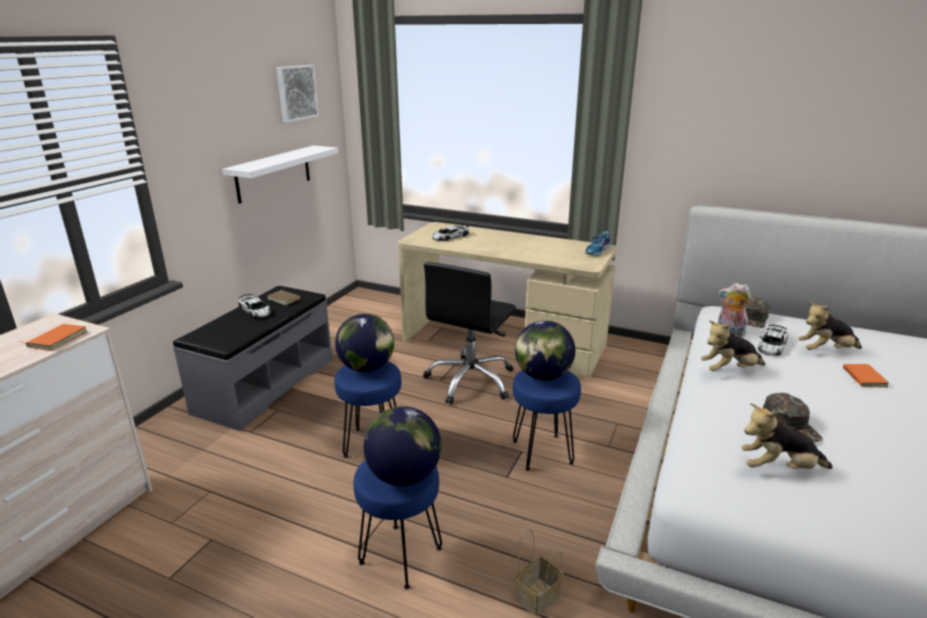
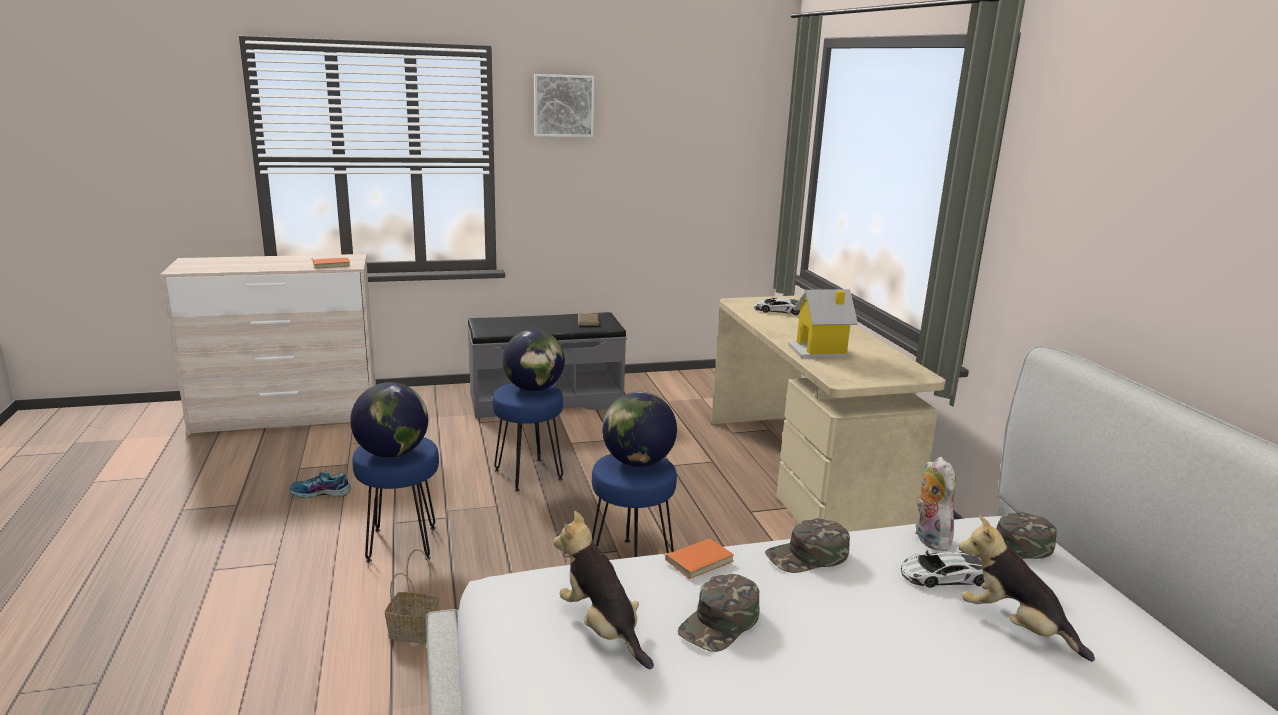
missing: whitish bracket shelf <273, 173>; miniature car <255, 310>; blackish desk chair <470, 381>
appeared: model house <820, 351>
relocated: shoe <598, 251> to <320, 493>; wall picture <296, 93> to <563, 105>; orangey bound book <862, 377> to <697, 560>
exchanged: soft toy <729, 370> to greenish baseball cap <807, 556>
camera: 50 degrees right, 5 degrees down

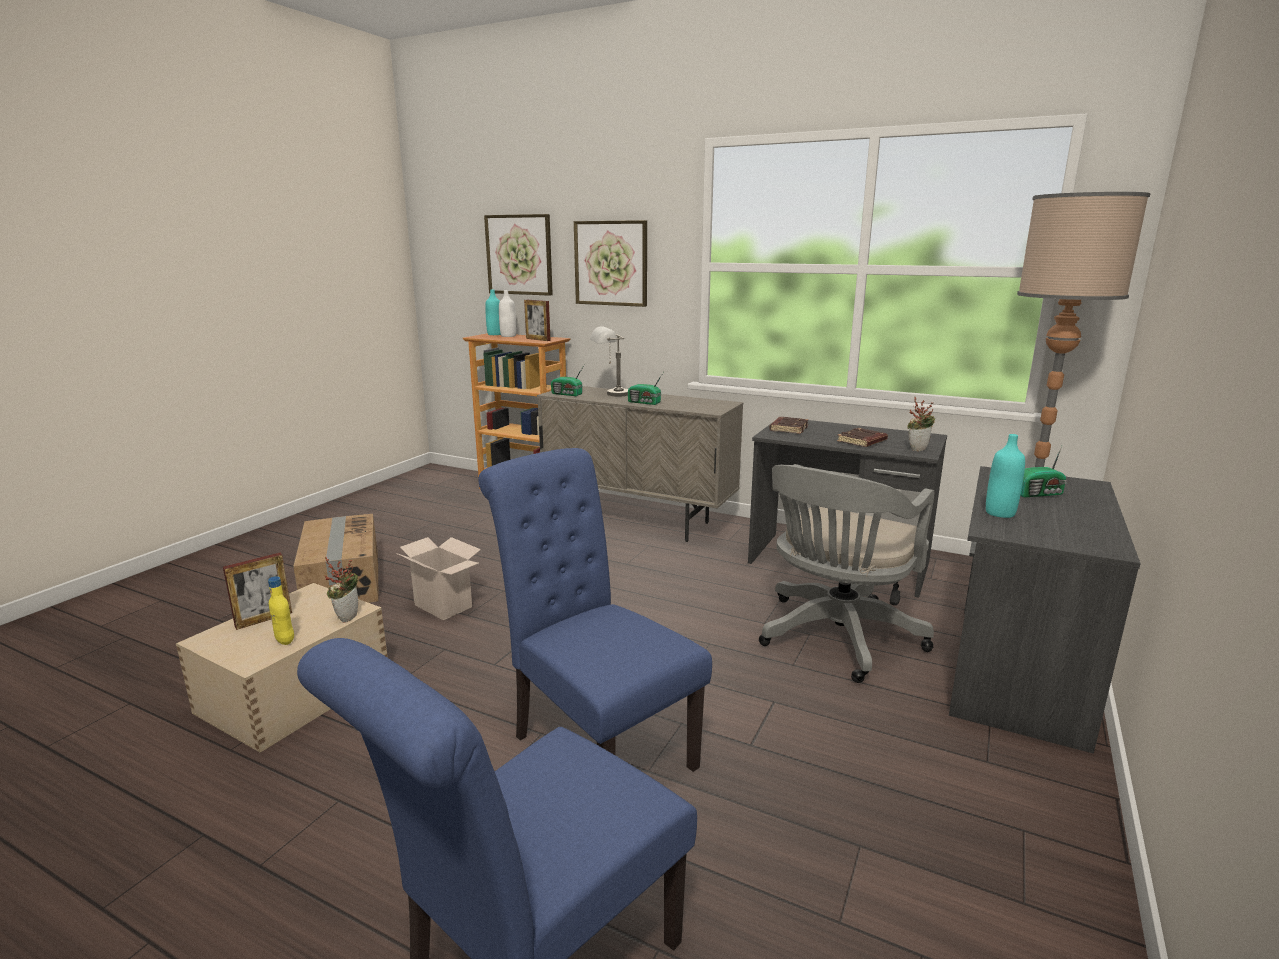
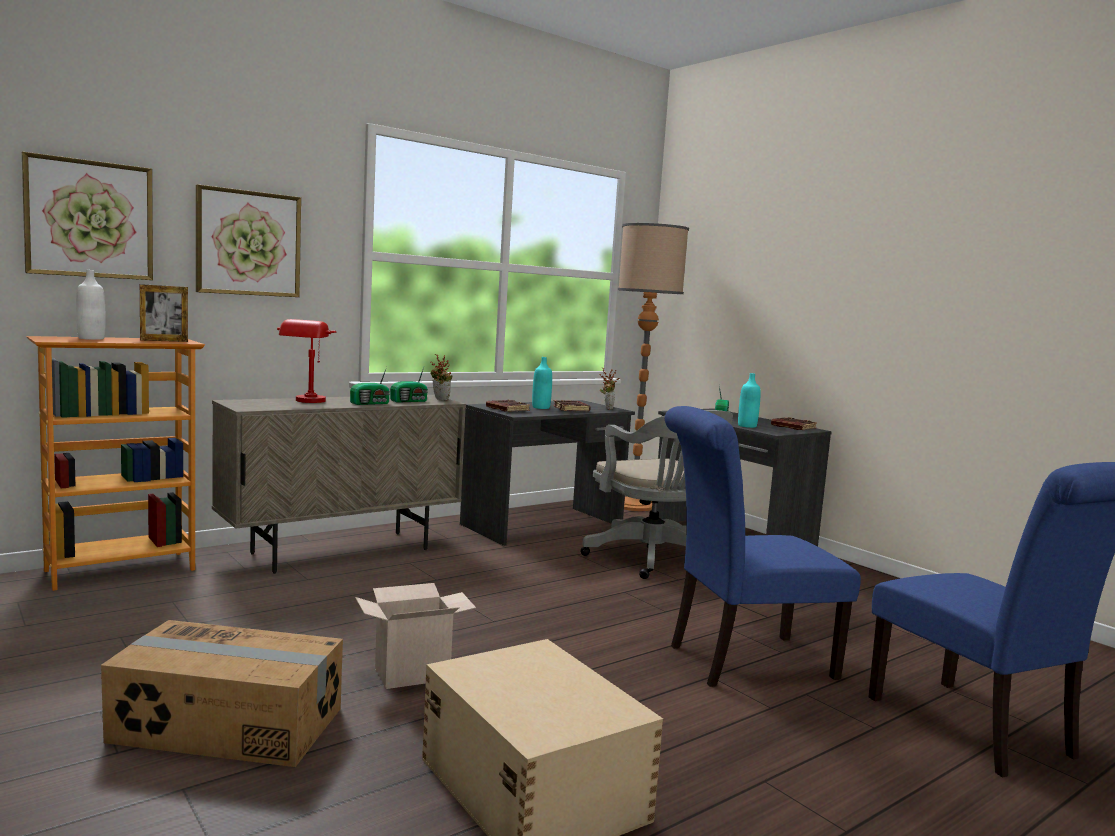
missing: picture frame <264, 620>; yellow drink bottle <285, 640>
appeared: brown-coloured bound book <792, 427>
relocated: radio set <567, 394> to <410, 401>; plant in a pot <347, 616> to <439, 399>; blue-green drink bottle <495, 334> to <541, 407>
colour: greyish table lamp <610, 394> to red-coloured table lamp <307, 402>
camera: 65 degrees left, 10 degrees down

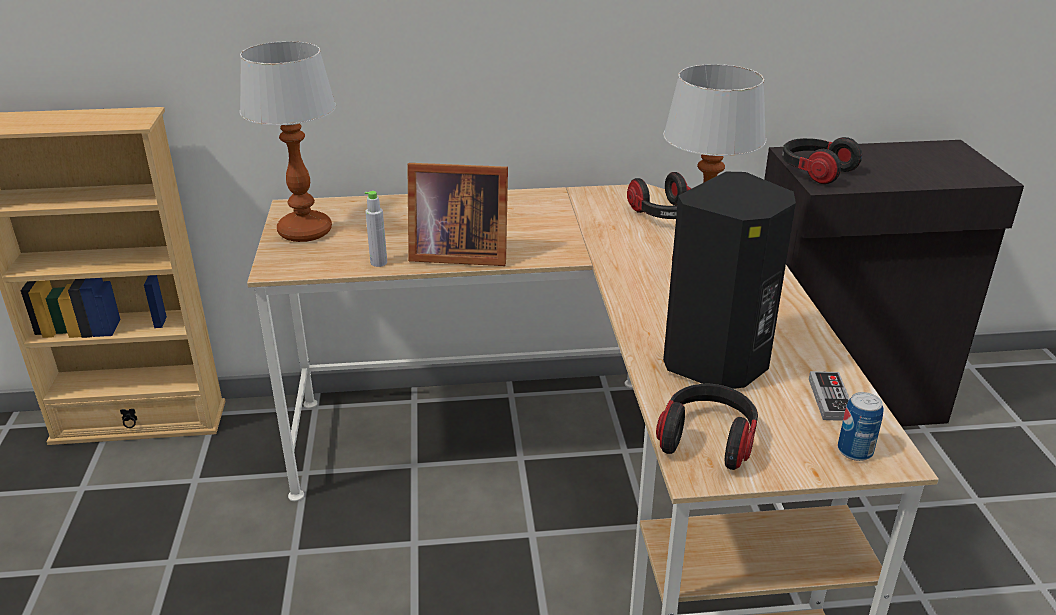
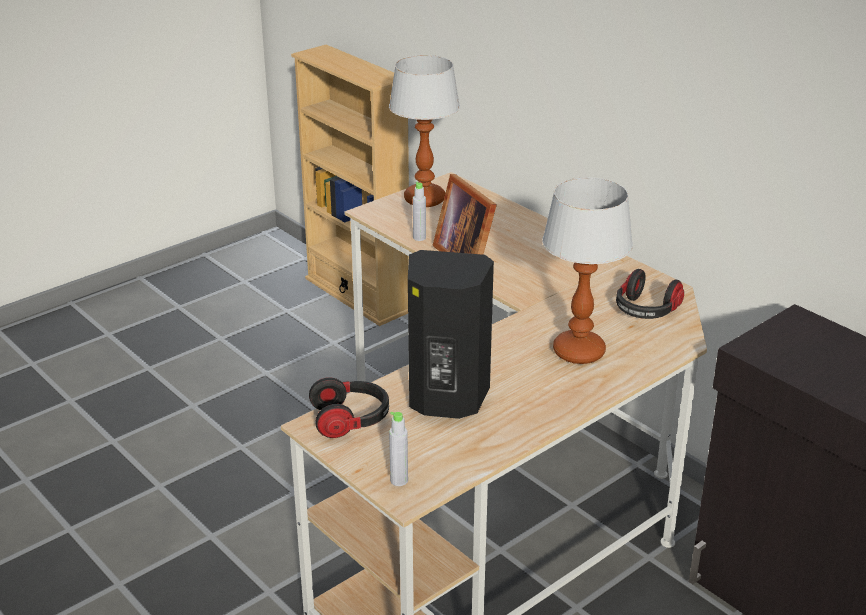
missing: pair of headphones <815, 172>; gamepad <830, 399>
exchanged: sealed can <855, 451> to greyish drink bottle <399, 480>
camera: 55 degrees right, 0 degrees up

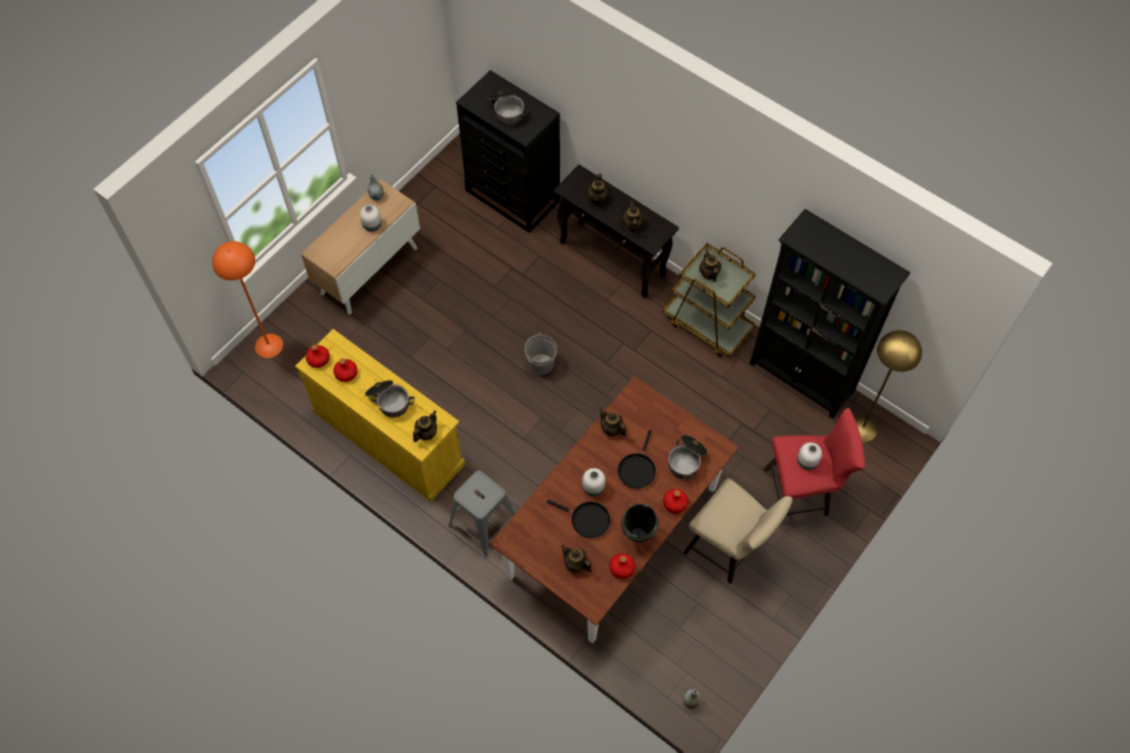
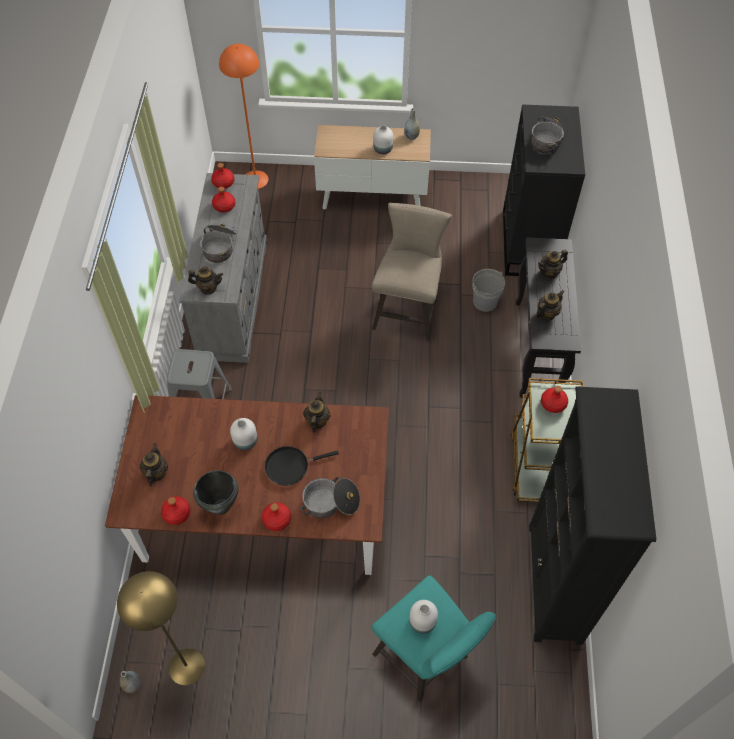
missing: blackish skillet <587, 520>; beige plain chair <728, 550>
appeared: beige stool <408, 310>
relocated: yellow standing lamp <862, 428> to <187, 666>; greyish bucket <541, 364> to <485, 302>
exchanged: pot for tea <708, 273> to red-coloured drink bottle <553, 404>
colour: yellow chest of drawers <387, 437> to greyish chest of drawers <233, 297>; red-coloured stool <801, 493> to blue-green stool <426, 659>
camera: 55 degrees right, 5 degrees down

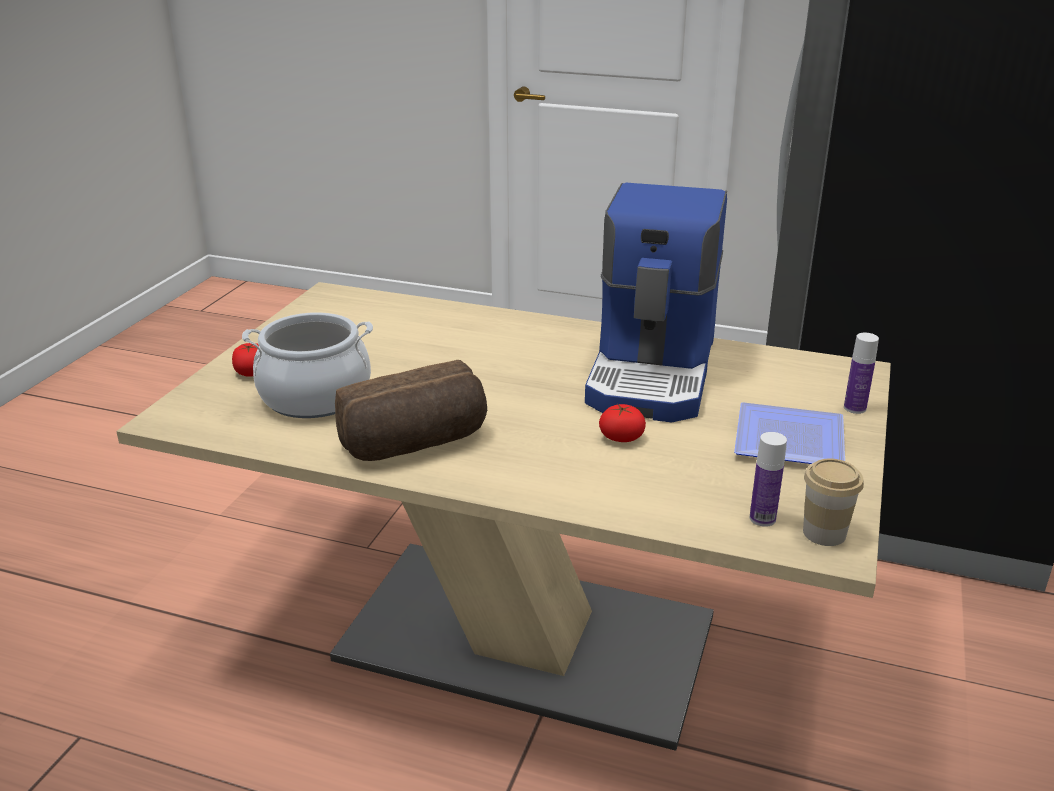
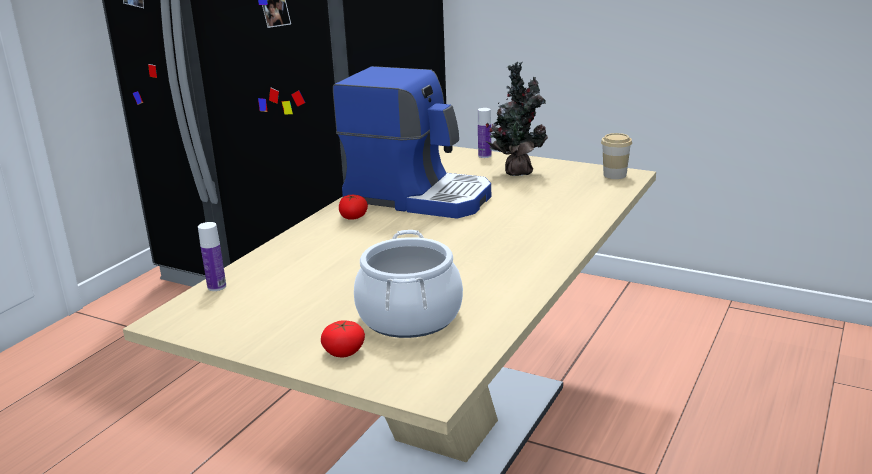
missing: bakery bread <416, 444>
relocated: drink bottle <762, 518> to <217, 287>; fresh tomato <621, 437> to <353, 217>
exchanged: plate <793, 438> to plant in a pot <517, 171>
camera: 80 degrees left, 5 degrees down

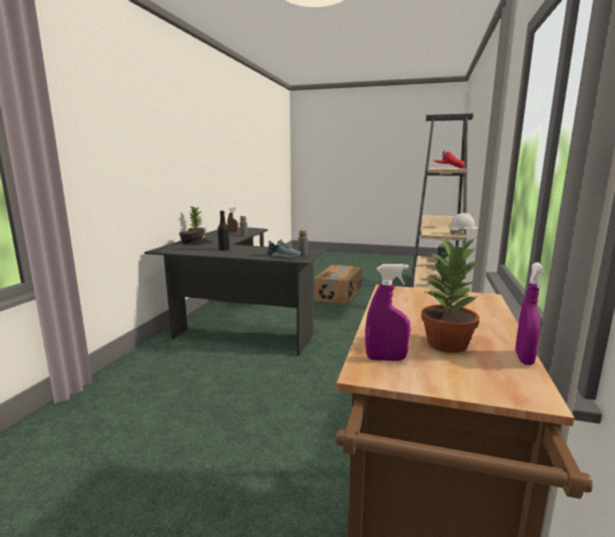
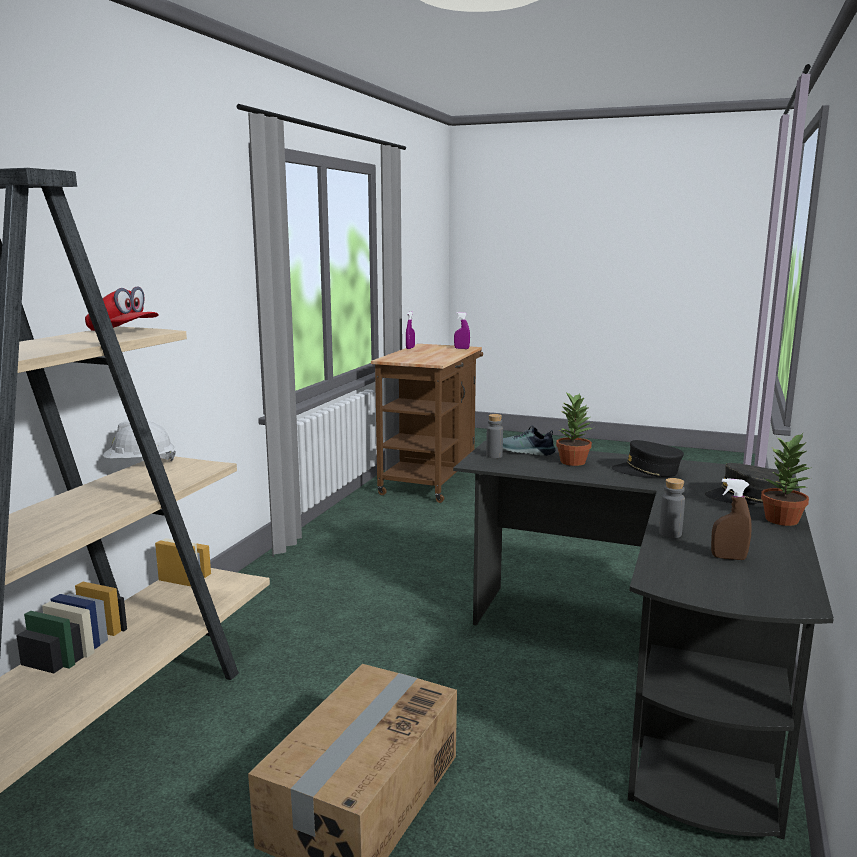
relocated: plant in a pot <447, 344> to <572, 462>
exchanged: blackish drink bottle <224, 249> to blackish baseball cap <647, 471>
camera: 175 degrees left, 0 degrees up

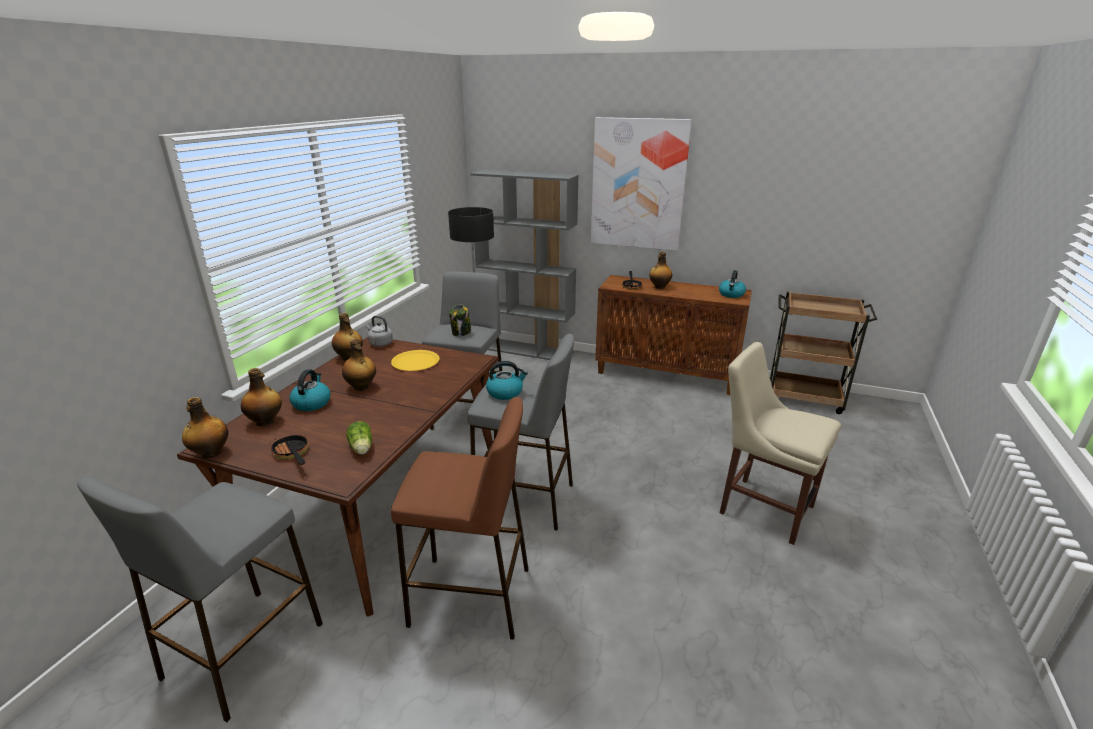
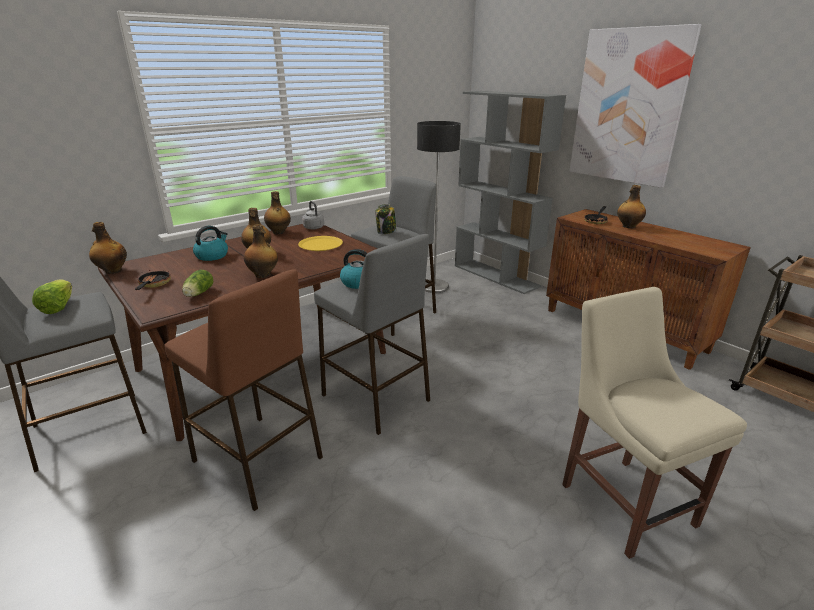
missing: kettle <731, 294>
appeared: head of lettuce <58, 307>
relocated: drink bottle <266, 421> to <263, 275>
camera: 30 degrees right, 0 degrees up

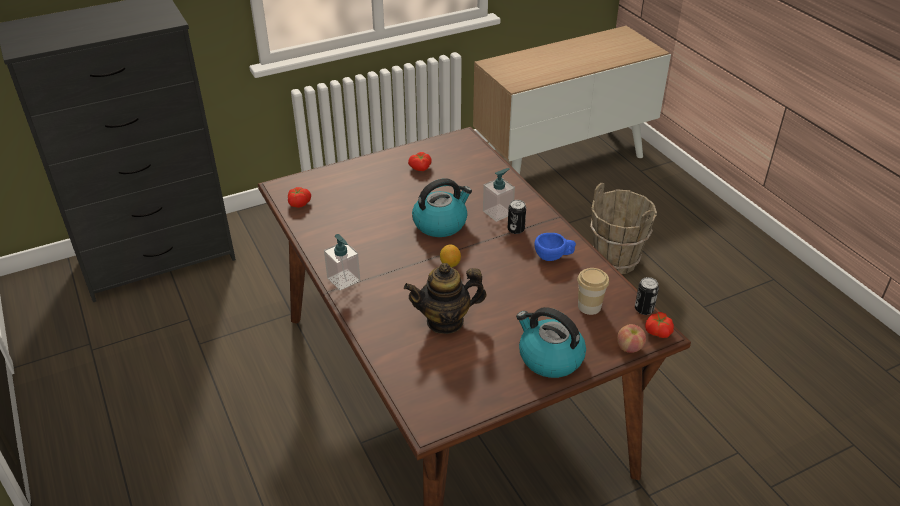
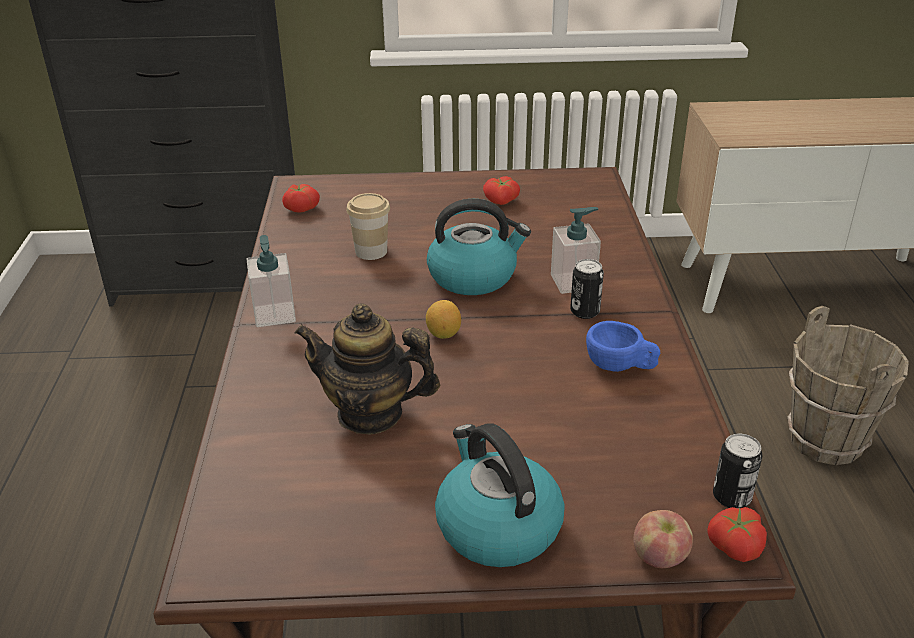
relocated: small cup <589, 306> to <371, 251>
camera: 25 degrees right, 5 degrees down

